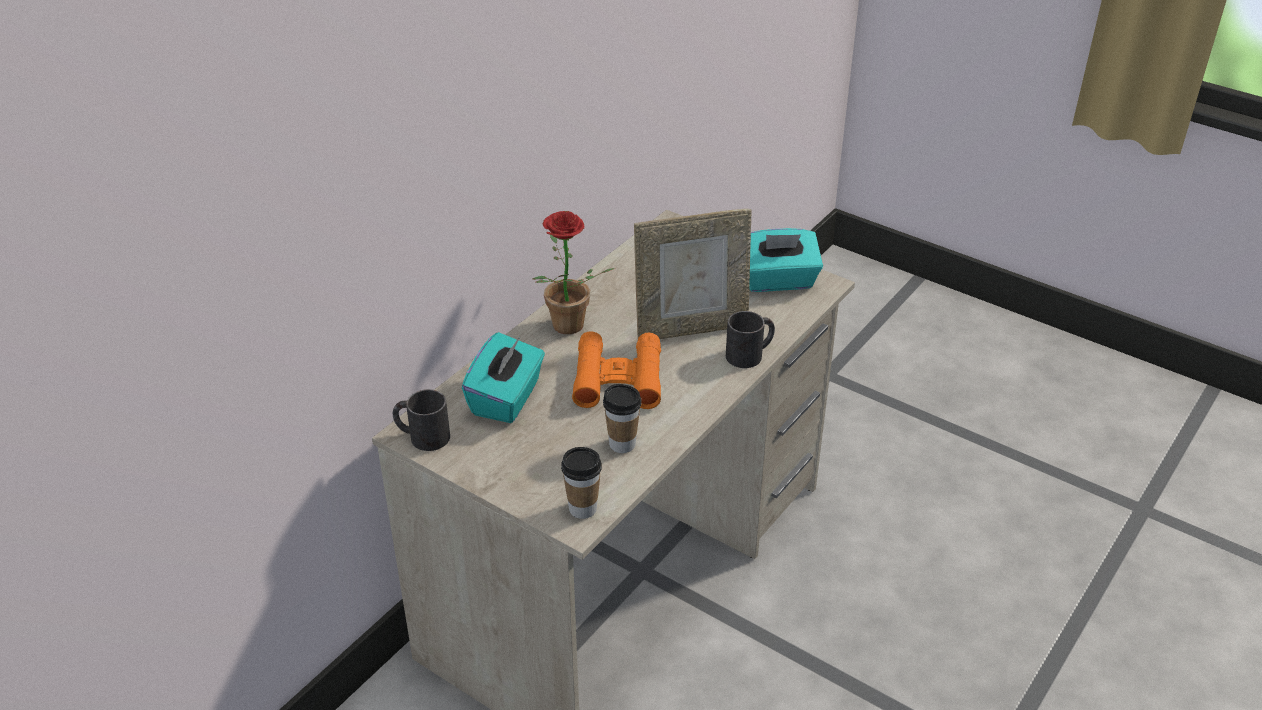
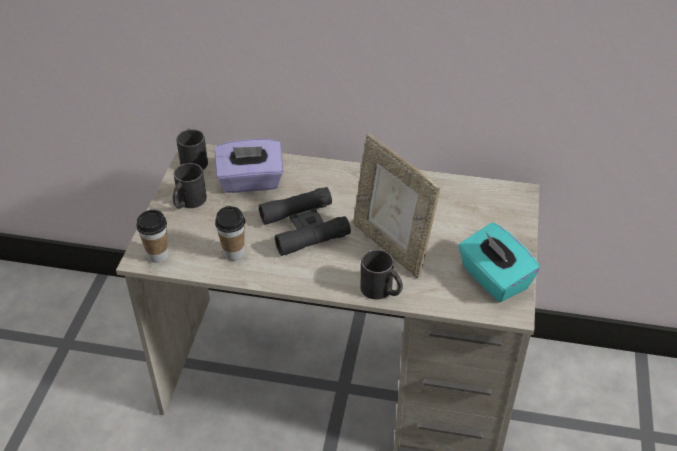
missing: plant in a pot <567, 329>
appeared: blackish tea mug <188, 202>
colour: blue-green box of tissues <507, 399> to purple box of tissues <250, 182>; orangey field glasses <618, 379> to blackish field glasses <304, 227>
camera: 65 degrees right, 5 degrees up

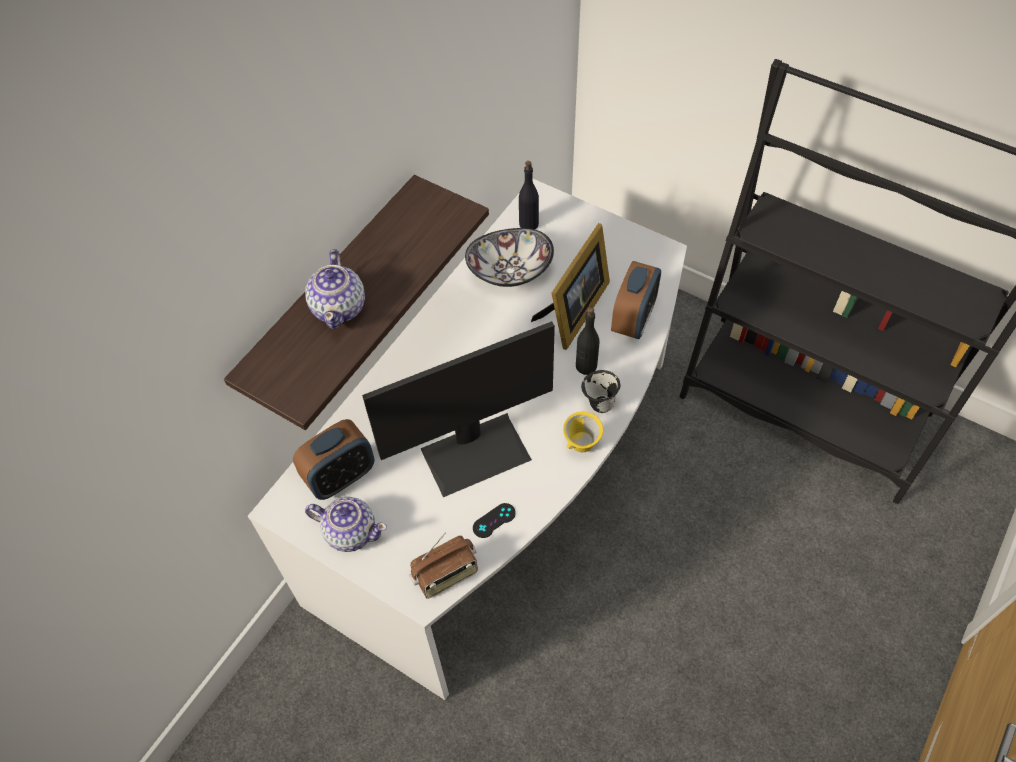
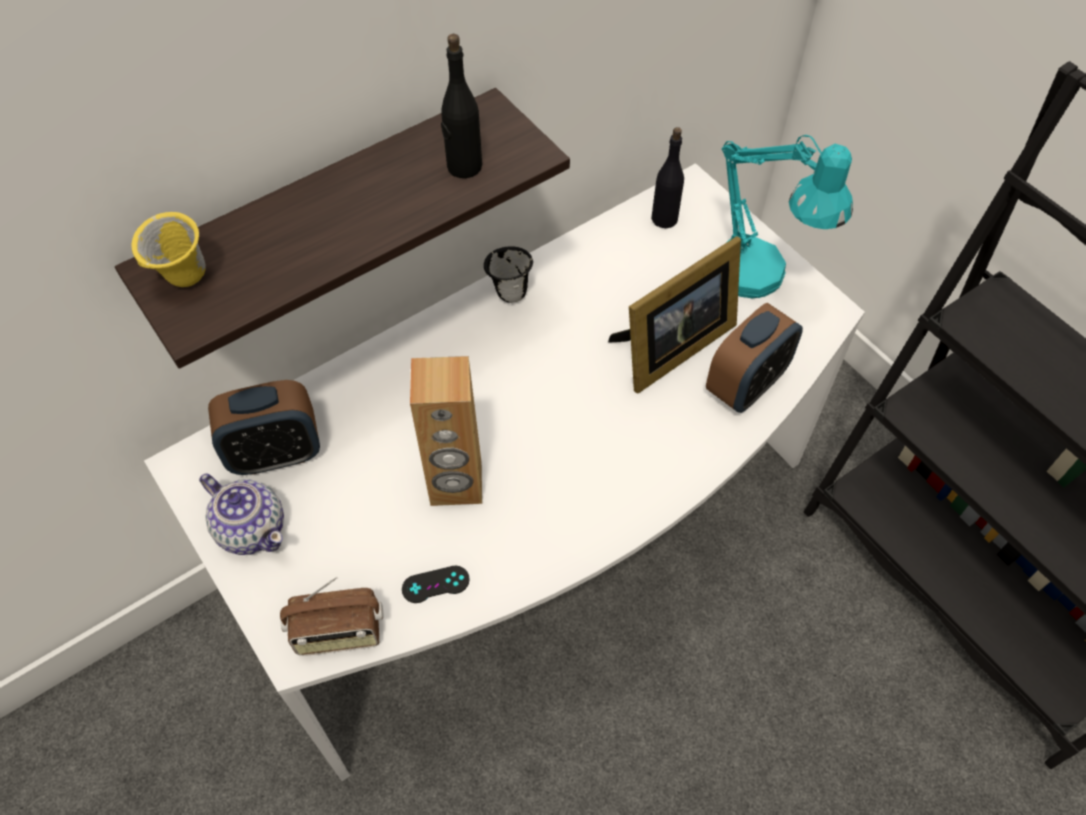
missing: pot for tea <339, 307>; serving bowl <509, 270>
appeared: blue-green table lamp <760, 280>
relocated: yellow tea mug <581, 447> to <184, 281>; blackish drink bottle <586, 366> to <464, 166>; blackish tea mug <598, 404> to <509, 292>
exchanged: computer display <475, 452> to brown-coloured audio speaker <456, 485>
camera: 20 degrees right, 0 degrees up

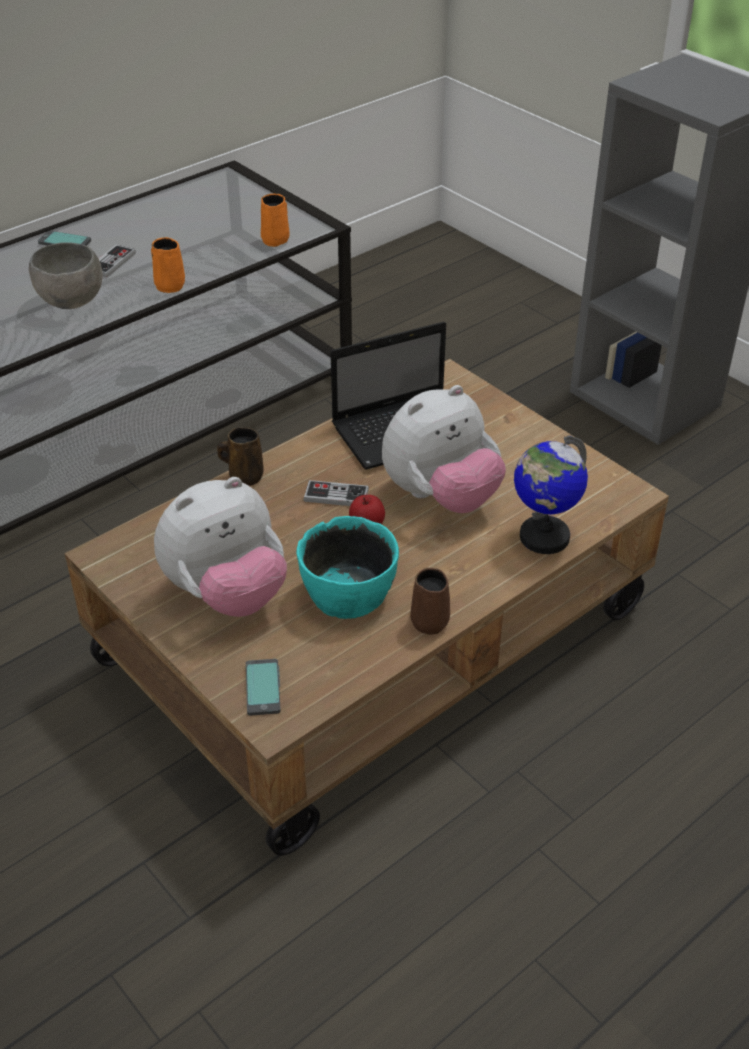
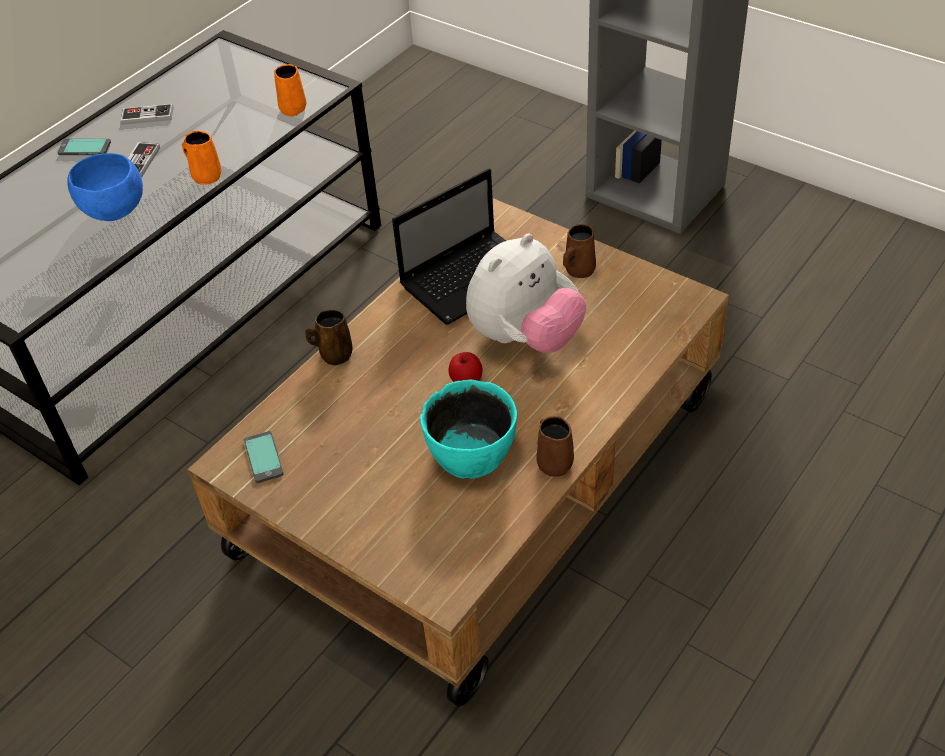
missing: soft toy <227, 594>; globe <543, 537>
appeared: brown-coloured tea mug <578, 270>
relocated: gamepad <336, 495> to <147, 116>; telephone <263, 688> to <264, 457>
colour: greyish serving bowl <72, 302> to bluish serving bowl <116, 212>
camera: 10 degrees left, 5 degrees up

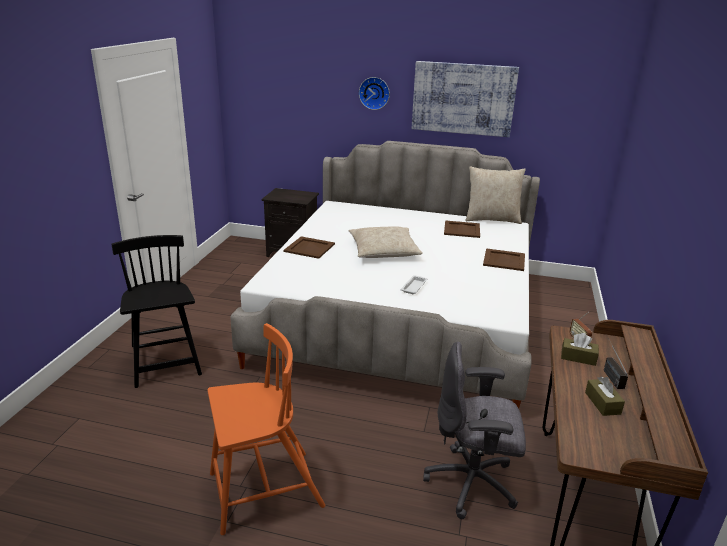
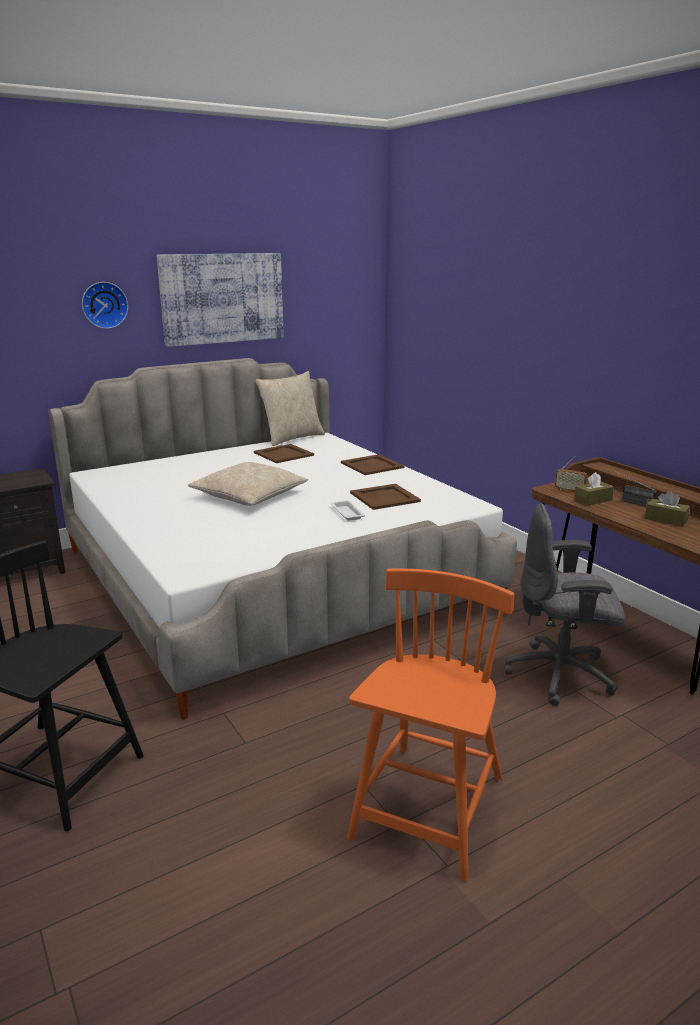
relocated: brown-coloured carrying tray <309, 248> to <384, 497>
spun: greyish desk chair <472, 483> = <561, 675> 45 degrees clockwise
camera: 45 degrees left, 5 degrees down

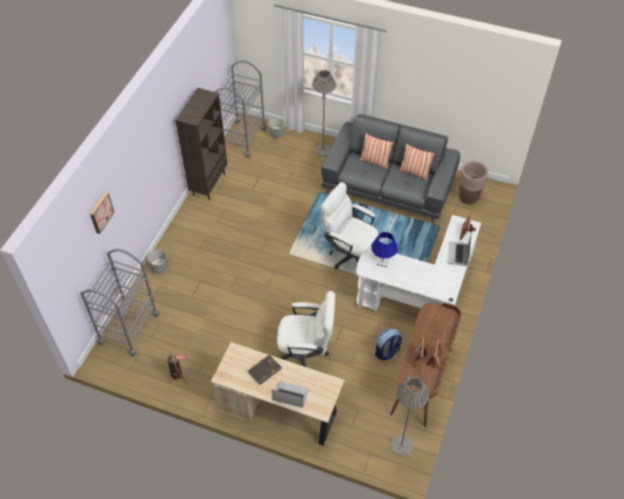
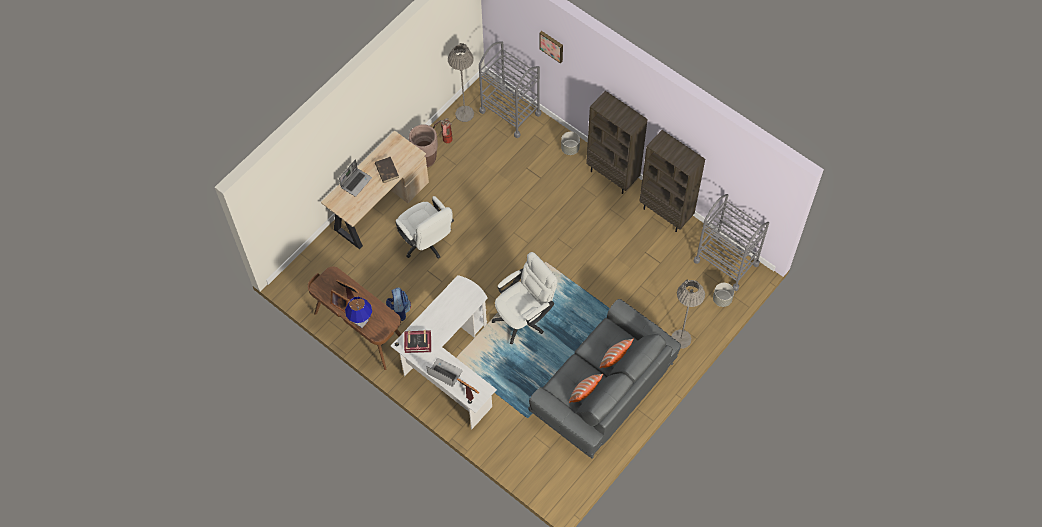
appeared: bound book <418, 342>; brown-coloured shelving unit <613, 176>
relocated: bluish table lamp <382, 262> to <361, 321>; brown-coloured flower pot <468, 198> to <425, 159>; greyish standing lamp <401, 445> to <464, 114>
spun: whitish desk chair <305, 353> = <426, 243> 60 degrees counterclockwise
camera: 110 degrees right, 10 degrees up

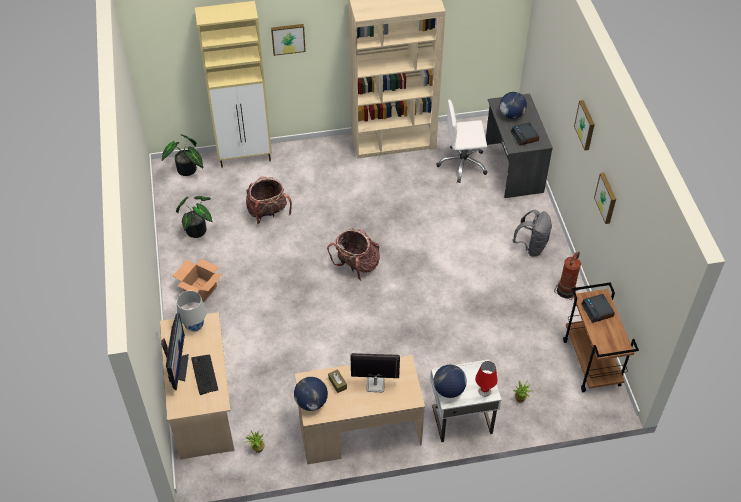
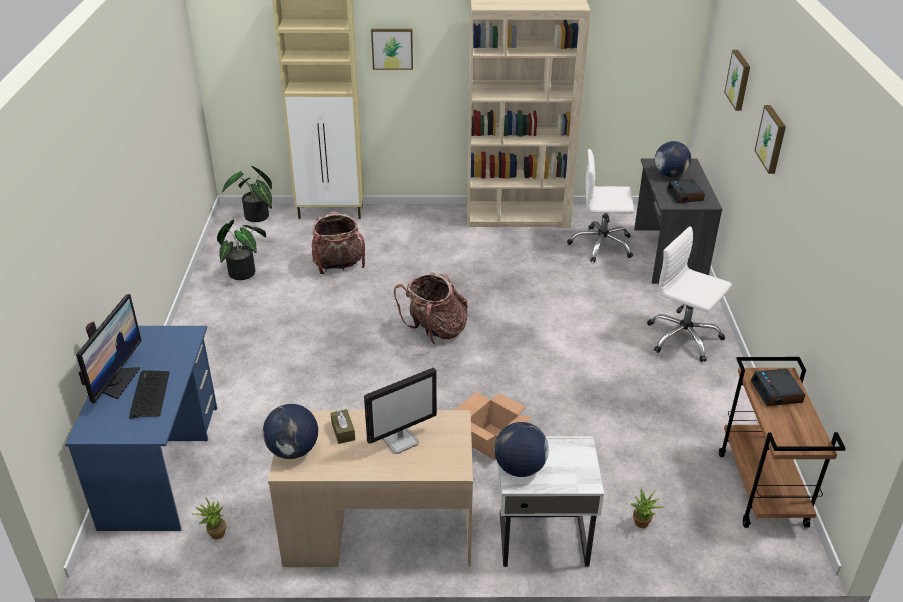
missing: whitish table lamp <194, 325>; red-coloured table lamp <484, 391>; fire-fighting cylinder <566, 290>
relocated: cardboard box <200, 290> to <491, 442>; wall picture <607, 198> to <739, 80>
exchanged: greyish rucksack <531, 246> to whitish desk chair <683, 338>
colour: beige desk <202, 405> to bluish desk <162, 465>
spun: computer display <375, 384> = <401, 440> 135 degrees clockwise
camera: 10 degrees right, 15 degrees down

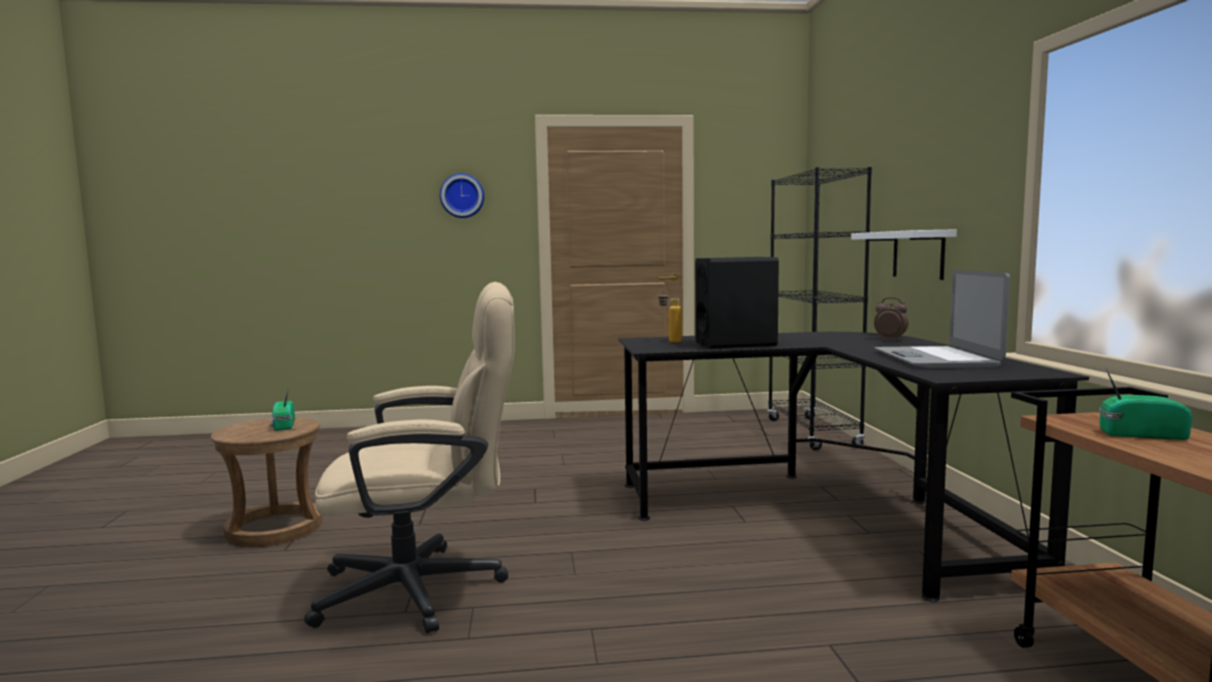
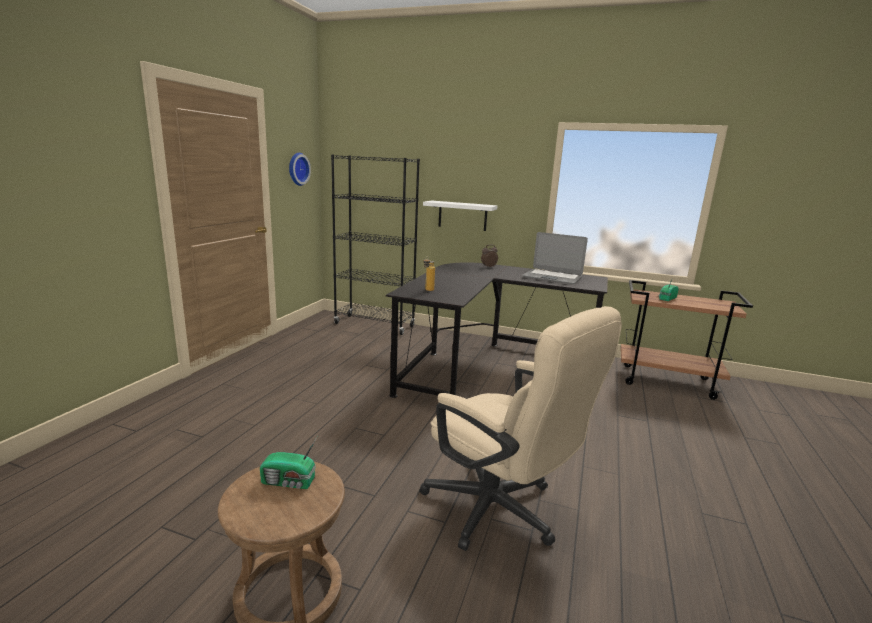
missing: blackish audio speaker <736, 344>
relocated: hanging clock <462, 196> to <297, 169>
spun: beige desk chair <429, 588> = <501, 512> 120 degrees clockwise
camera: 65 degrees left, 10 degrees up

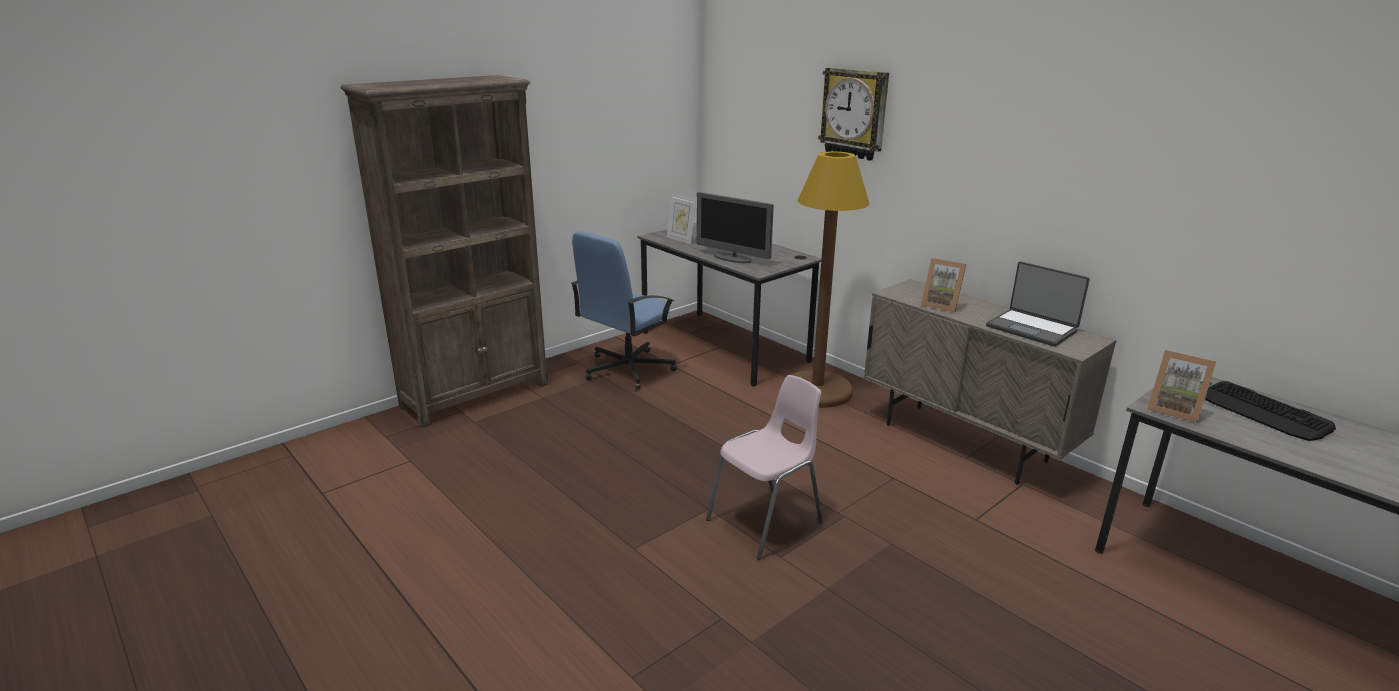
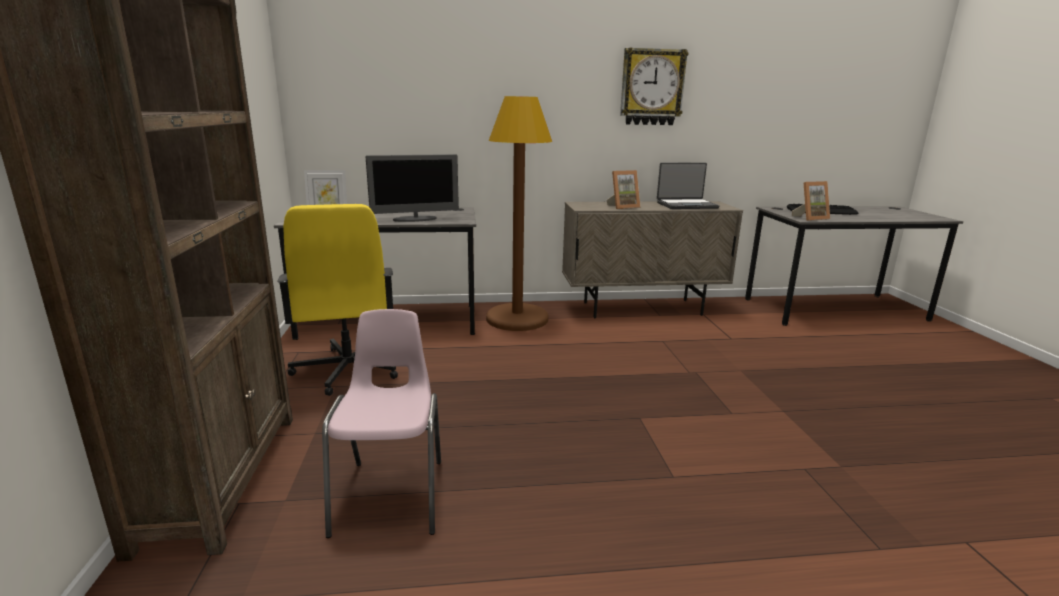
relocated: pinkish plain chair <766, 522> to <392, 495>; hanging clock <854, 113> to <651, 87>
colour: bluish desk chair <627, 369> to yellow desk chair <347, 370>
camera: 55 degrees left, 5 degrees down

